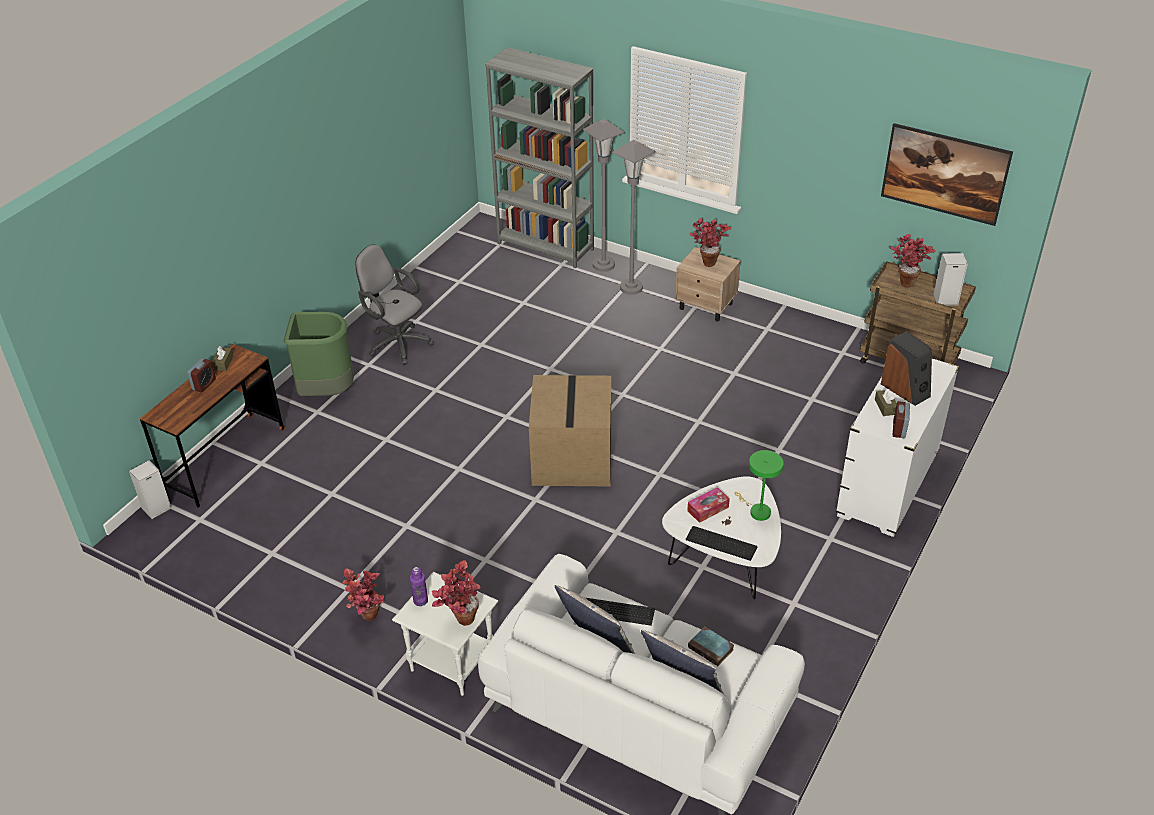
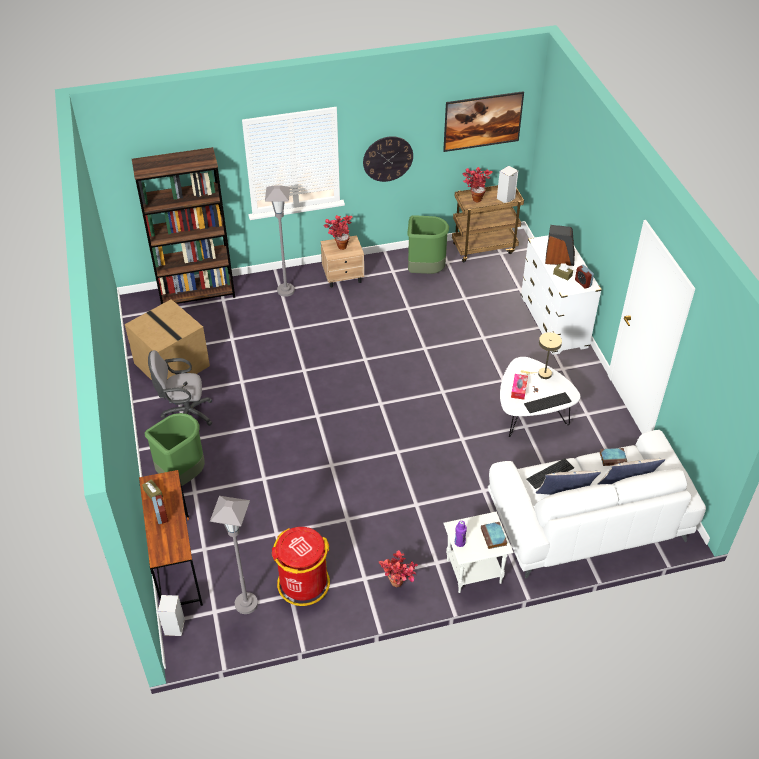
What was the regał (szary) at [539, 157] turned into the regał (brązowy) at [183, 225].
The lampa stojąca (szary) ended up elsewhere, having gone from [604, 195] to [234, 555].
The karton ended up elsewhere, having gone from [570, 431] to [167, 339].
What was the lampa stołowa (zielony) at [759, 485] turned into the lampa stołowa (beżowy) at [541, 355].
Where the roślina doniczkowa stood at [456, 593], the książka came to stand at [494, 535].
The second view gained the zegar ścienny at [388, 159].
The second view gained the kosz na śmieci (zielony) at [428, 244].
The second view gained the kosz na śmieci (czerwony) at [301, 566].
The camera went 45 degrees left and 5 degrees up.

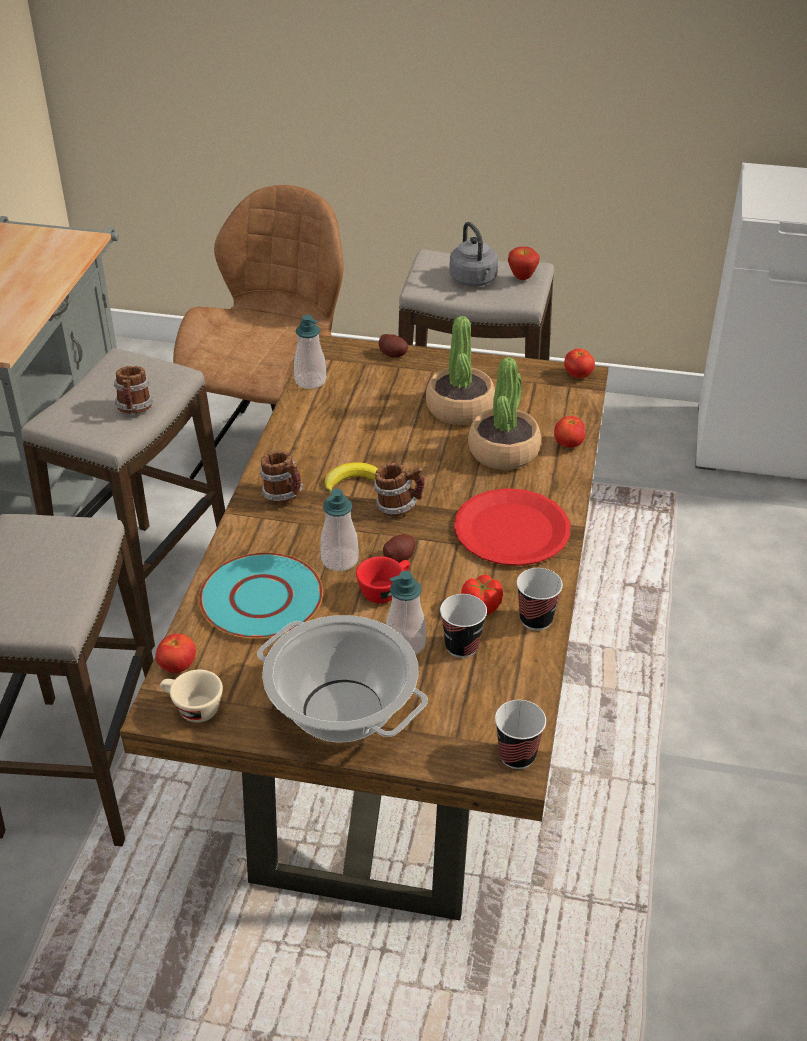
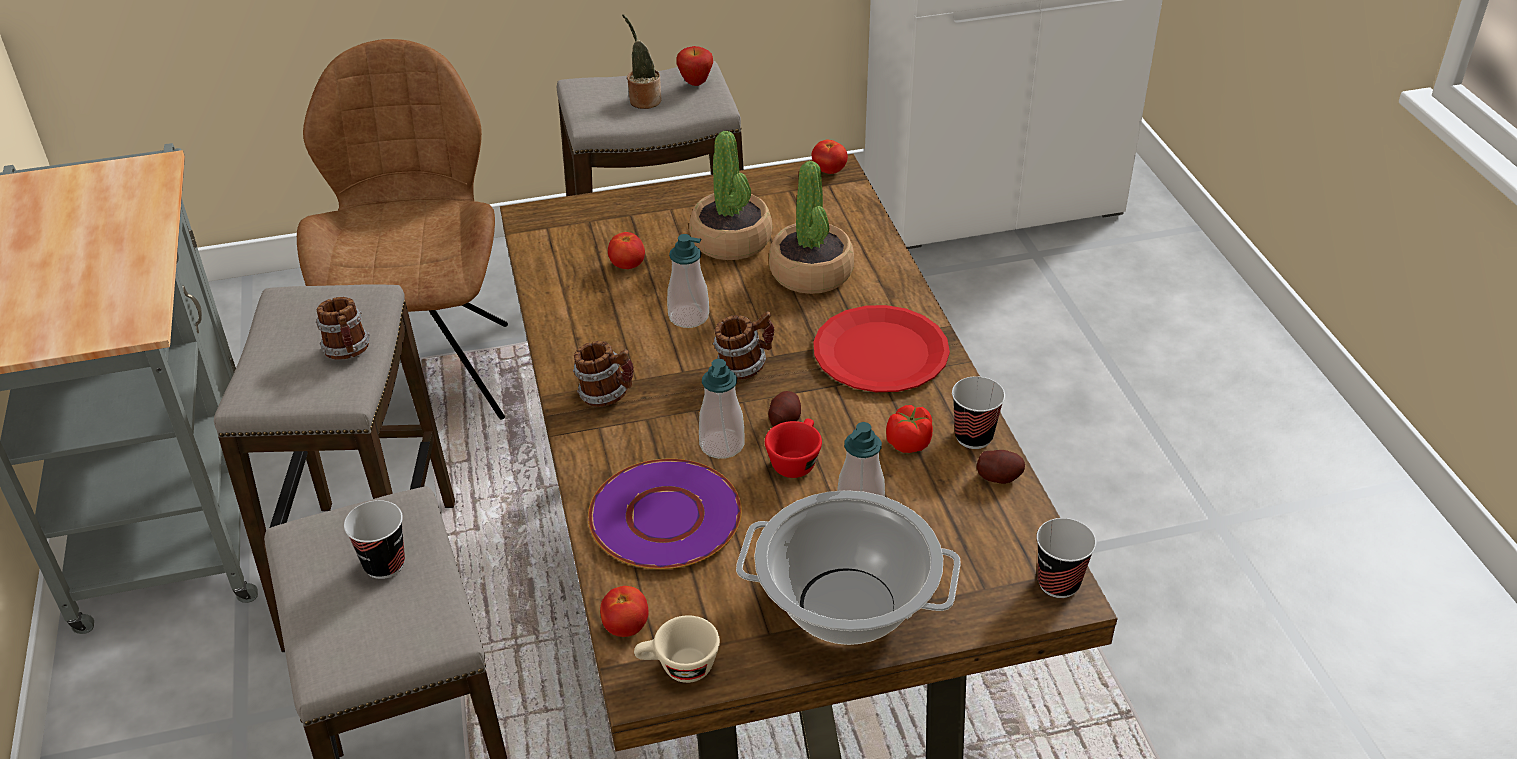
Where the czajnik (szary) stood at [473, 254], the roślina doniczkowa came to stand at [642, 61].
The dozownik mydła ended up elsewhere, having gone from [310, 352] to [688, 281].
The ziemniak ended up elsewhere, having gone from [393, 346] to [1001, 467].
The pomidor ended up elsewhere, having gone from [569, 432] to [626, 250].
The second view lost the banan at [351, 477].
What was the talerz (turkusowy) at [261, 595] turned into the talerz (fioletowy) at [665, 514].
The filiżanka ended up elsewhere, having gone from [463, 626] to [374, 539].
The camera went 25 degrees left and 0 degrees up.

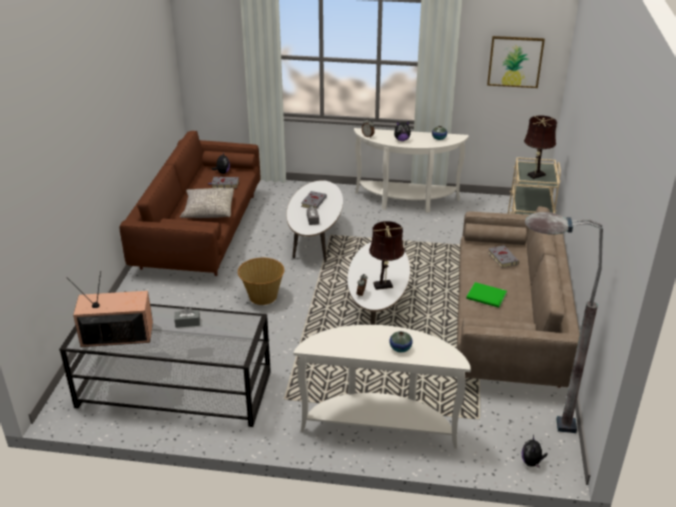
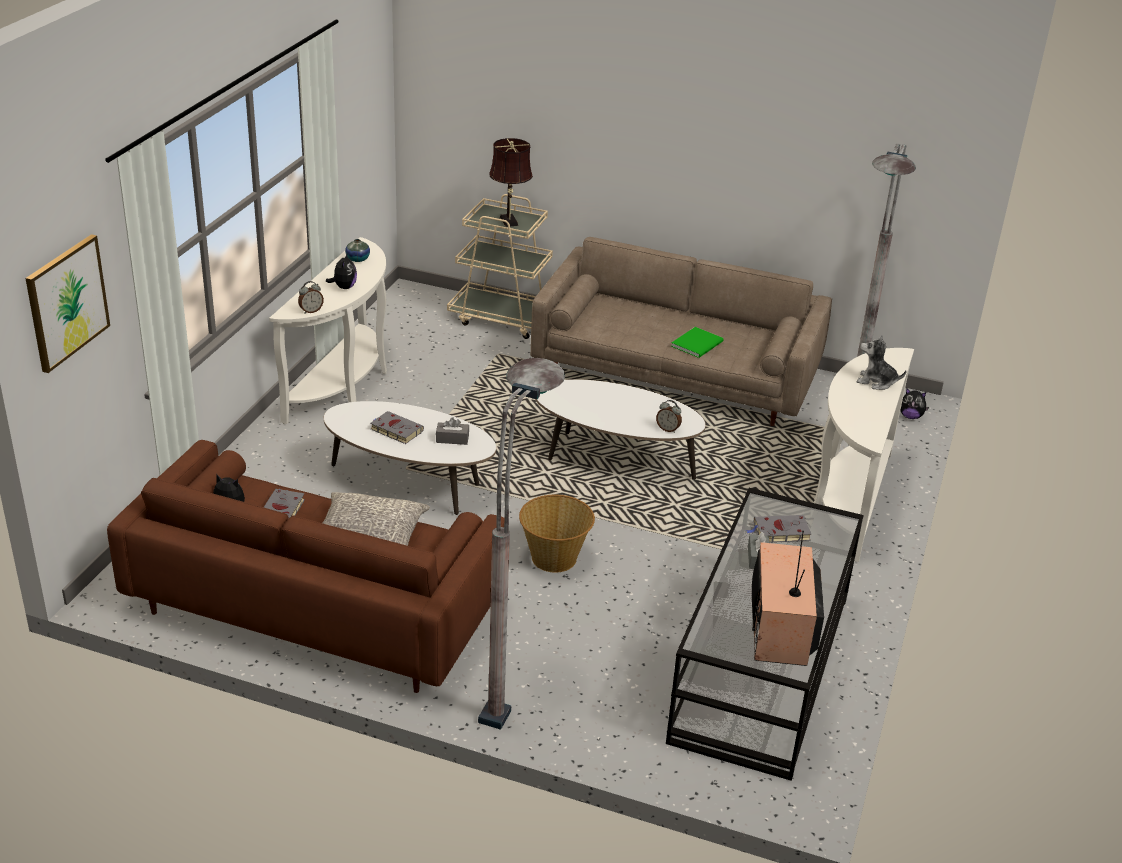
The obraz ended up elsewhere, having gone from [516, 62] to [67, 303].
The second view lost the lampa stołowa (brązowy) at [386, 255].
The książka (szary) ended up elsewhere, having gone from [503, 257] to [778, 529].
Where the wazon stood at [401, 341], the pluszak came to stand at [882, 362].
The second view gained the lampa stojąca (szary) at [521, 544].
The camera went 80 degrees left and 0 degrees up.

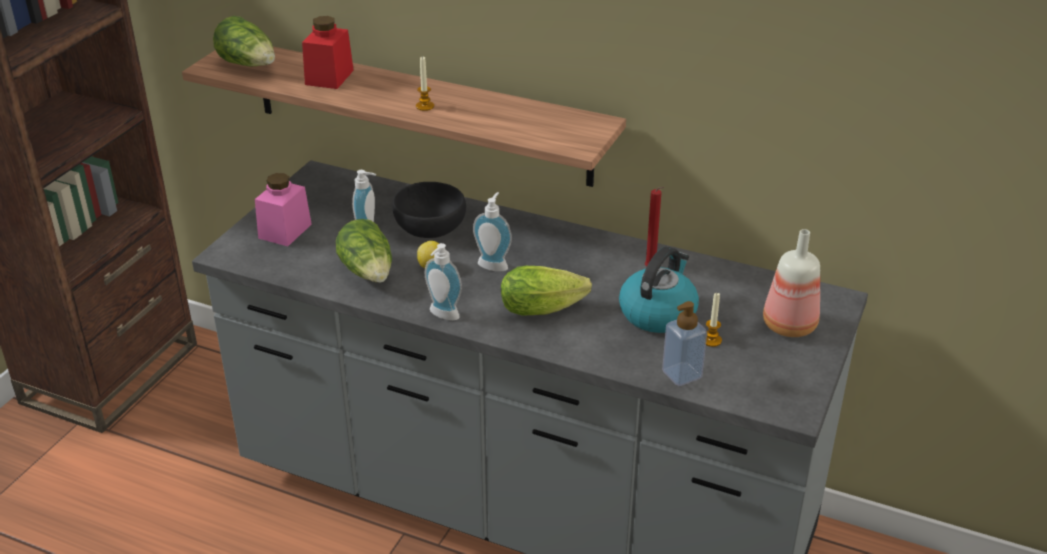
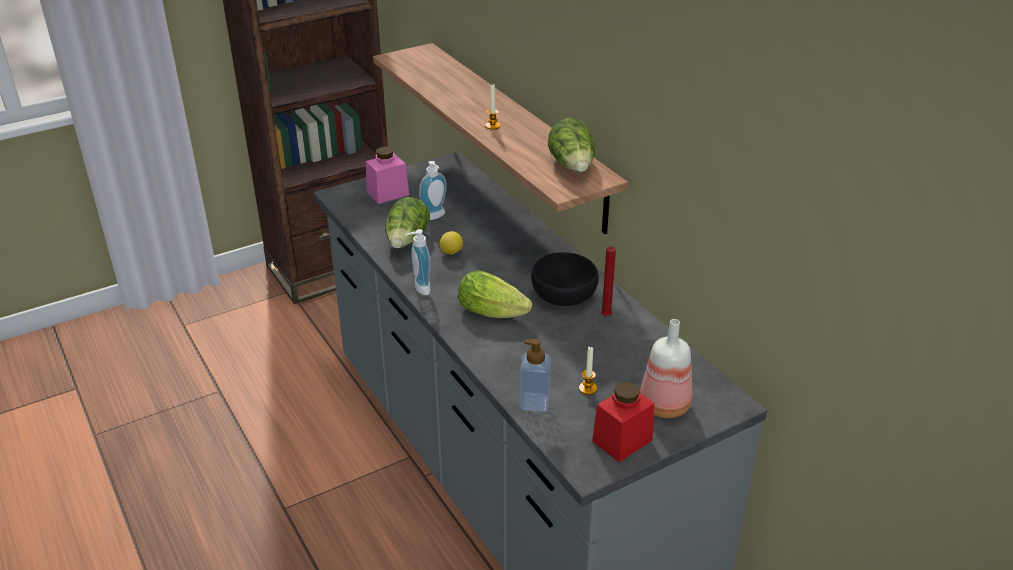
The sałata ended up elsewhere, having gone from [244, 41] to [571, 145].
The słoik (czerwony) ended up elsewhere, having gone from [328, 52] to [623, 422].
The miska (czarny) ended up elsewhere, having gone from [429, 210] to [565, 279].
The second view lost the dozownik mydła at [492, 231].
The second view lost the czajnik at [659, 289].
The camera went 35 degrees right and 0 degrees up.

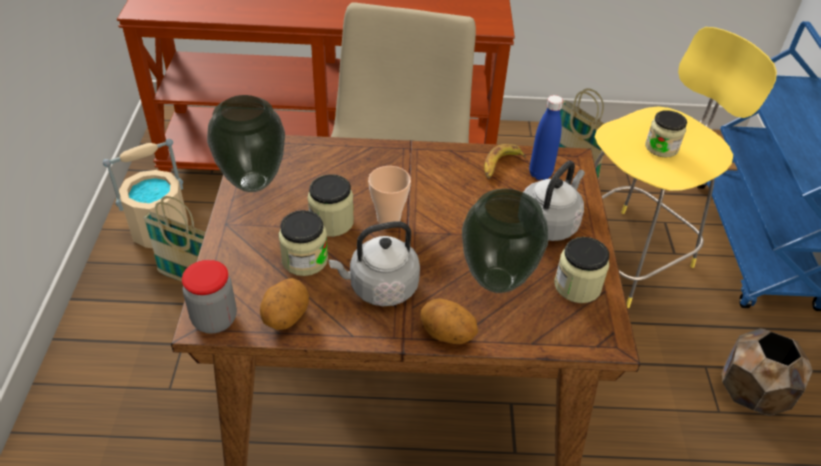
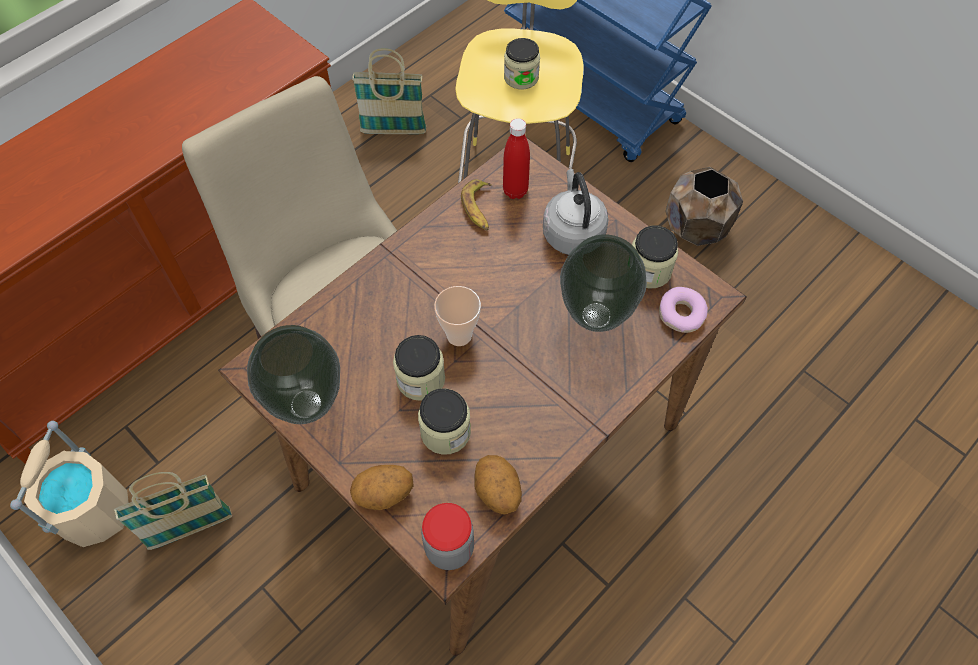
What was the butelka (niebieski) at [546, 137] turned into the butelka (czerwony) at [516, 158].
The second view lost the czajnik (szary) at [374, 263].
The ziemniak ended up elsewhere, having gone from [449, 321] to [382, 487].
The second view gained the donut at [683, 310].
The camera went 45 degrees left and 15 degrees up.

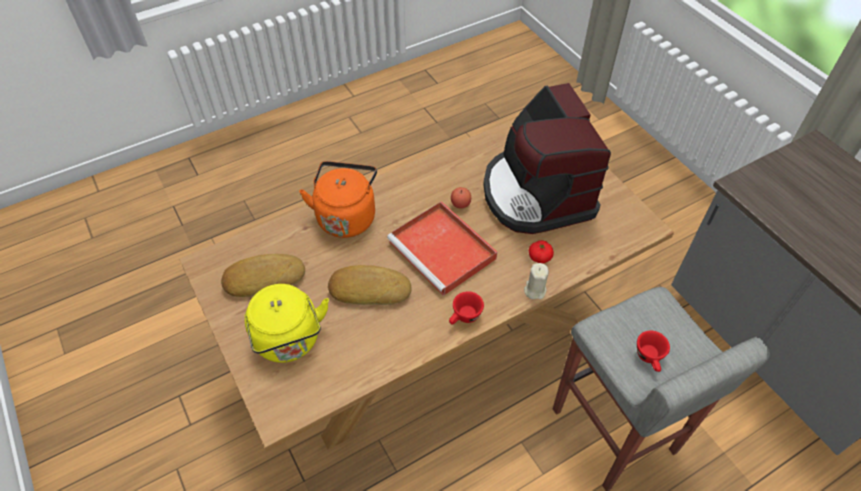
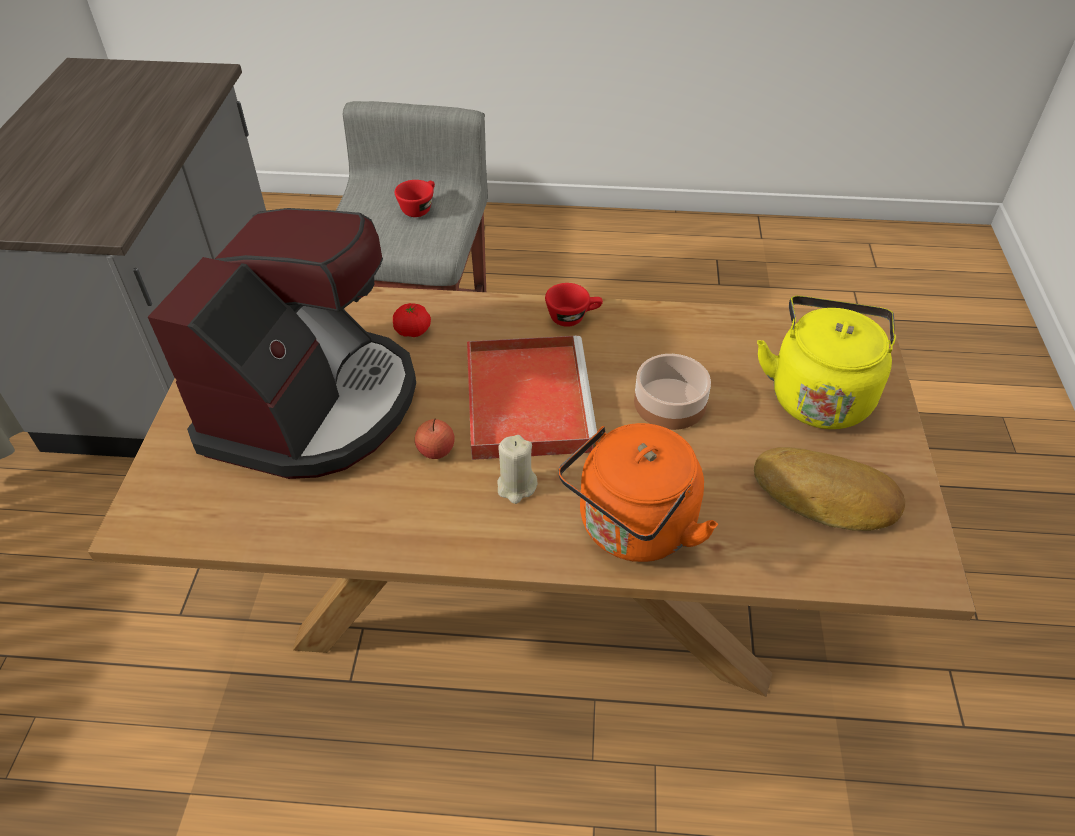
The świeca (beżowy) ended up elsewhere, having gone from [536, 281] to [517, 469].
Where the chleb stood at [370, 285], the miska came to stand at [672, 392].
The camera went 145 degrees left and 5 degrees down.

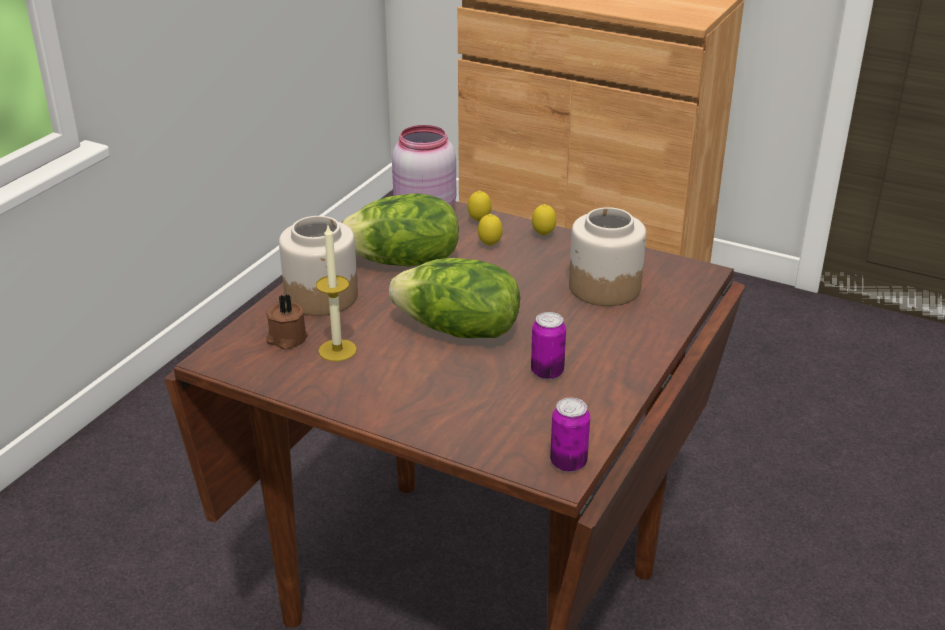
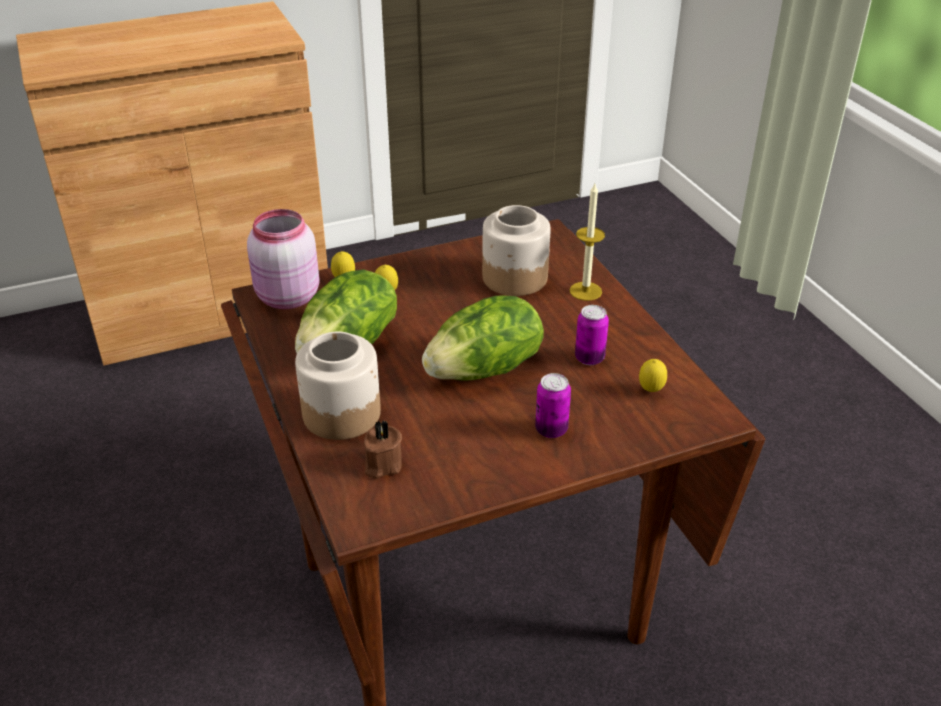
The cytryna ended up elsewhere, having gone from [544, 220] to [653, 375].
The świeca ended up elsewhere, having gone from [336, 293] to [587, 242].
The puszka ended up elsewhere, having gone from [570, 435] to [553, 405].
The camera went 50 degrees left and 5 degrees up.

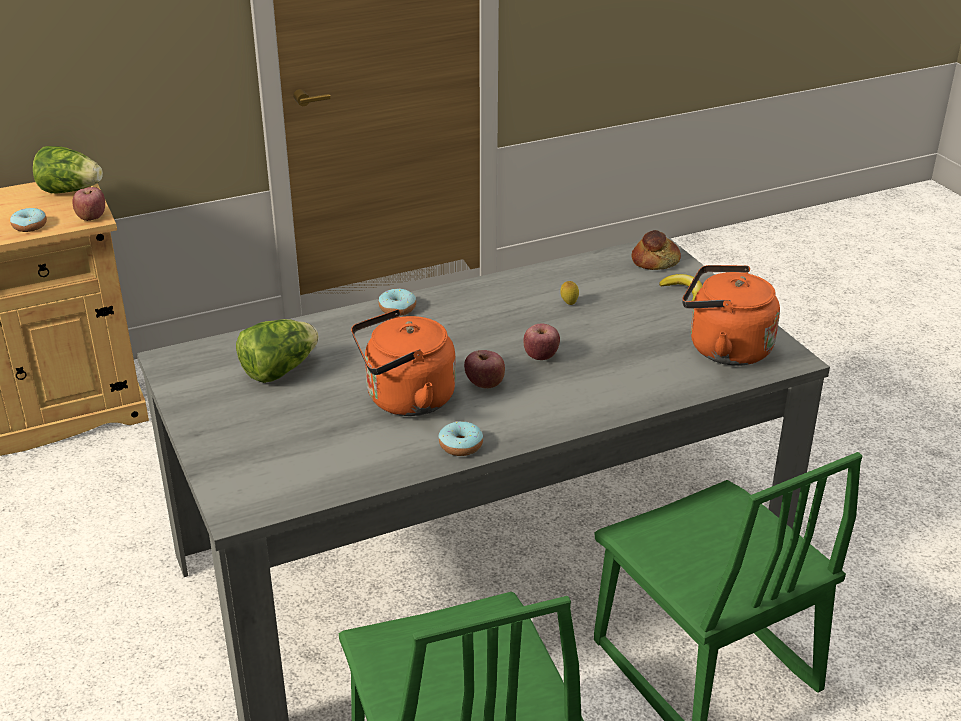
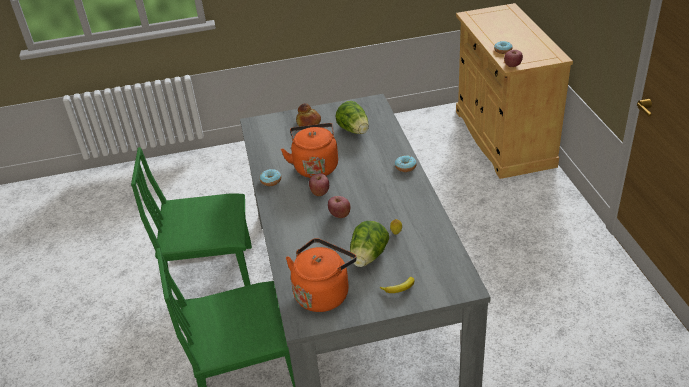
The sałata ended up elsewhere, having gone from [68, 169] to [369, 244].
The chleb ended up elsewhere, having gone from [656, 250] to [308, 114].
The camera went 105 degrees right and 5 degrees up.

